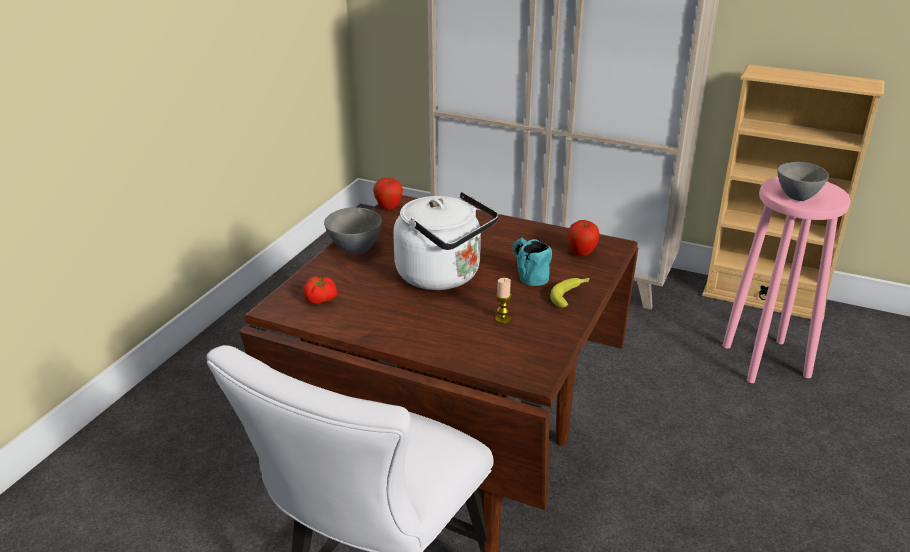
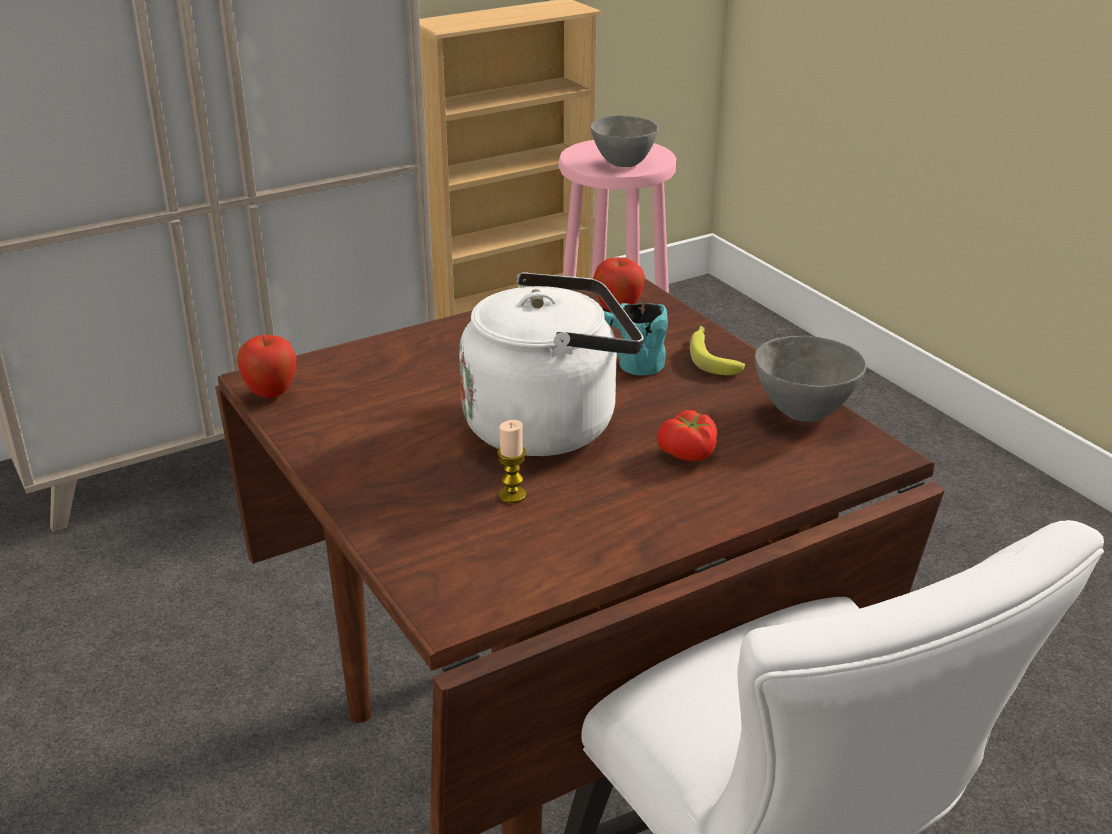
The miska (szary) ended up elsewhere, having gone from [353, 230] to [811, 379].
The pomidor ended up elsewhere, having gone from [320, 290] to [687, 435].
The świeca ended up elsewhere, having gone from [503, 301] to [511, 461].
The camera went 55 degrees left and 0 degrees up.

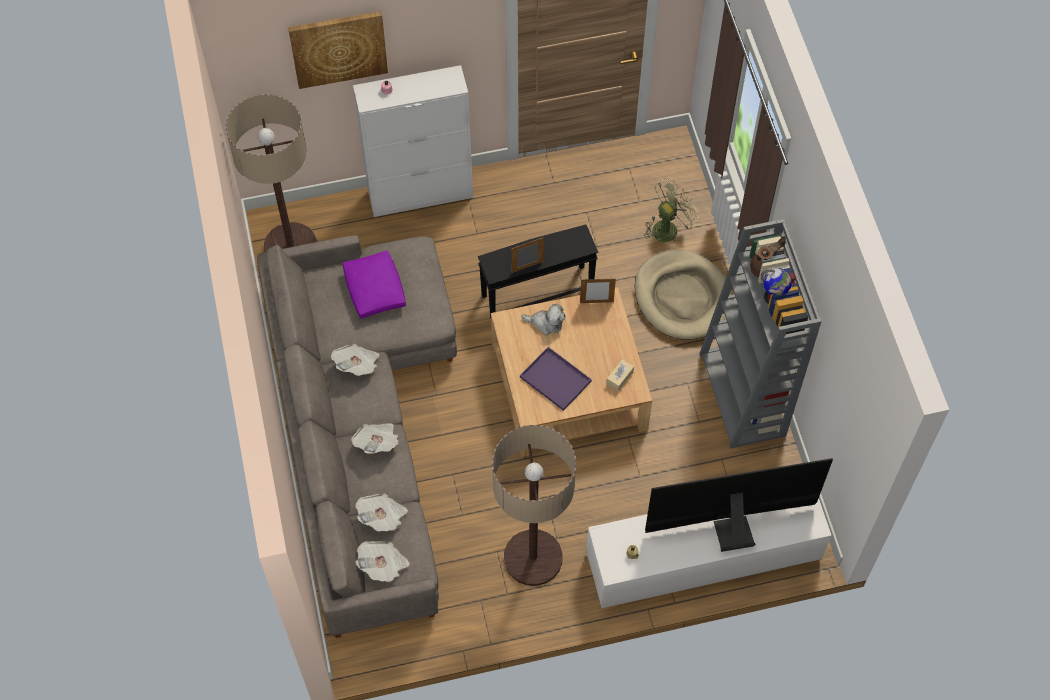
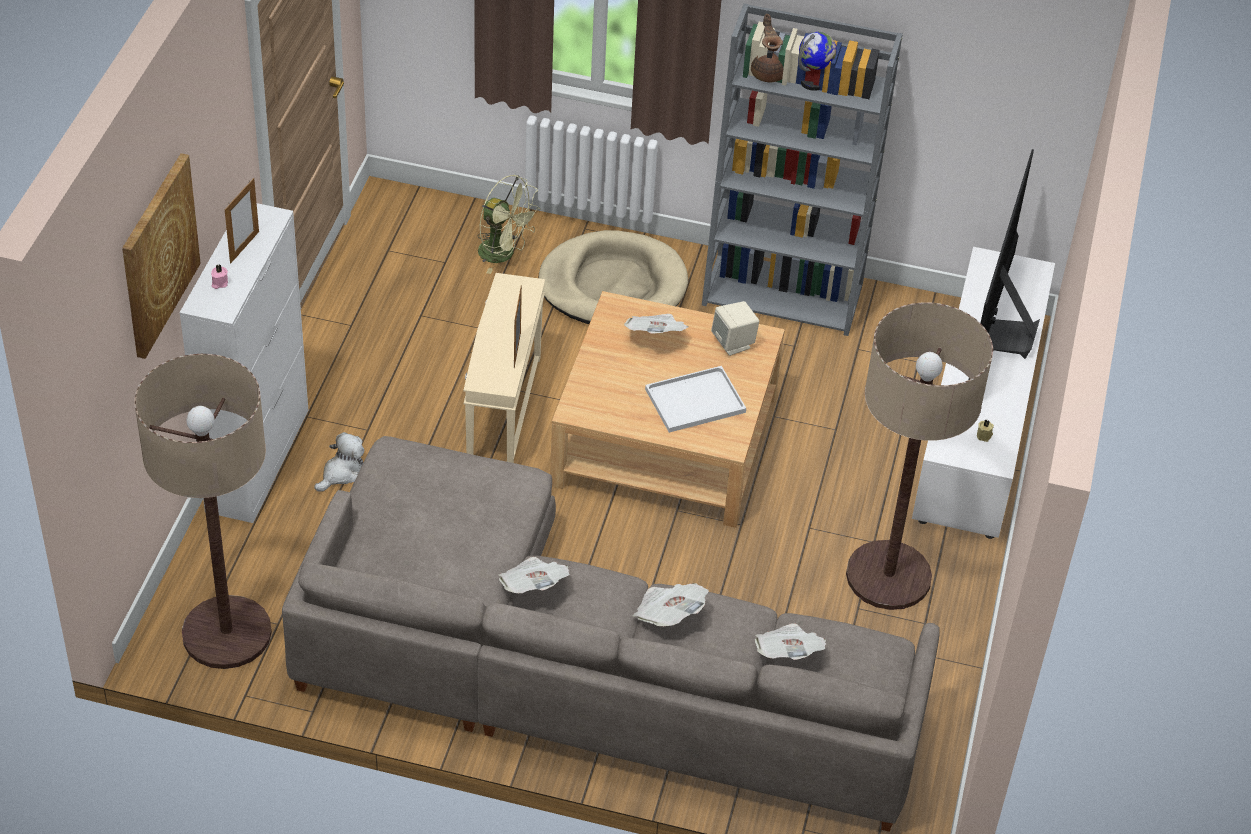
The wentylator (zielony) at [671, 210] ended up facing another way, 135 degrees clockwise from before.
What was the stolik (czarny) at [538, 271] turned into the stolik (beżowy) at [504, 368].
The second view lost the poduszka (fioletowy) at [374, 284].
The ramka na zdjęcie ended up elsewhere, having gone from [598, 290] to [242, 220].
The pluszak ended up elsewhere, having gone from [543, 320] to [339, 461].
What was the taca (fioletowy) at [556, 379] turned into the taca (biały) at [695, 399].
Where the pudełko chusteczek (beżowy) stood at [620, 375], the głośnik (beżowy) came to stand at [735, 328].
The gazeta ended up elsewhere, having gone from [382, 561] to [656, 324].
The camera went 65 degrees left and 15 degrees down.

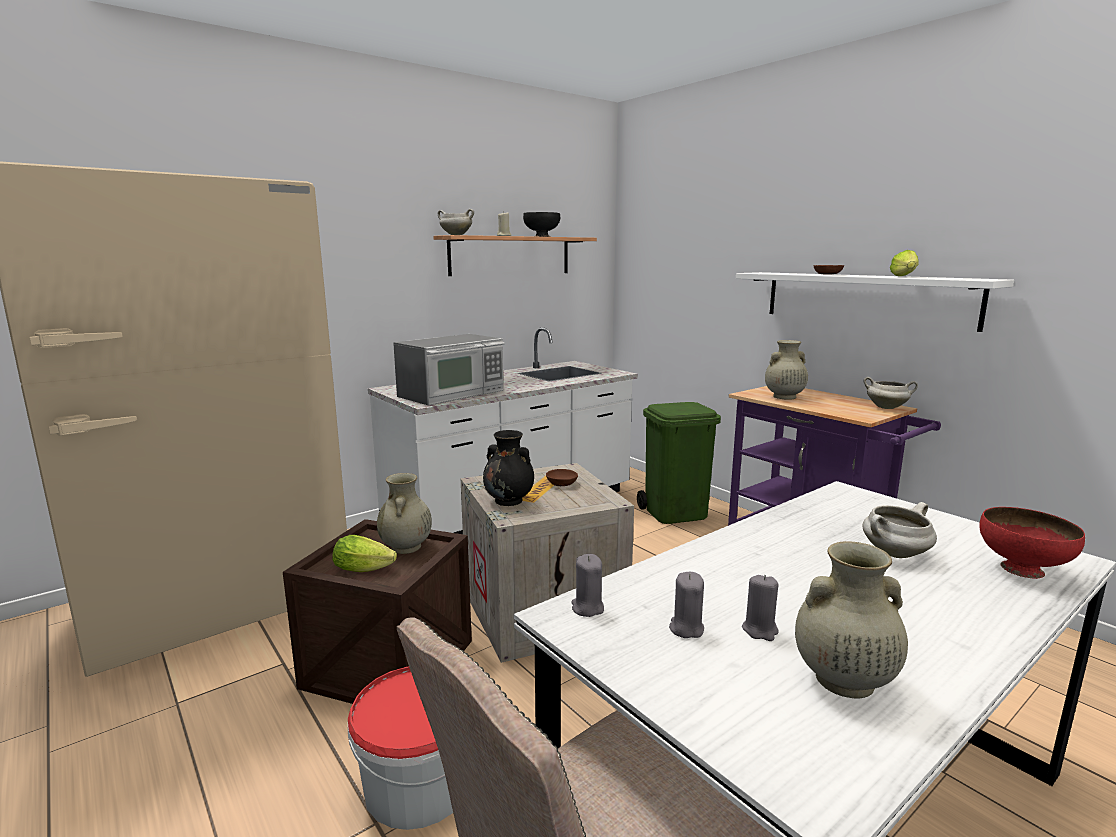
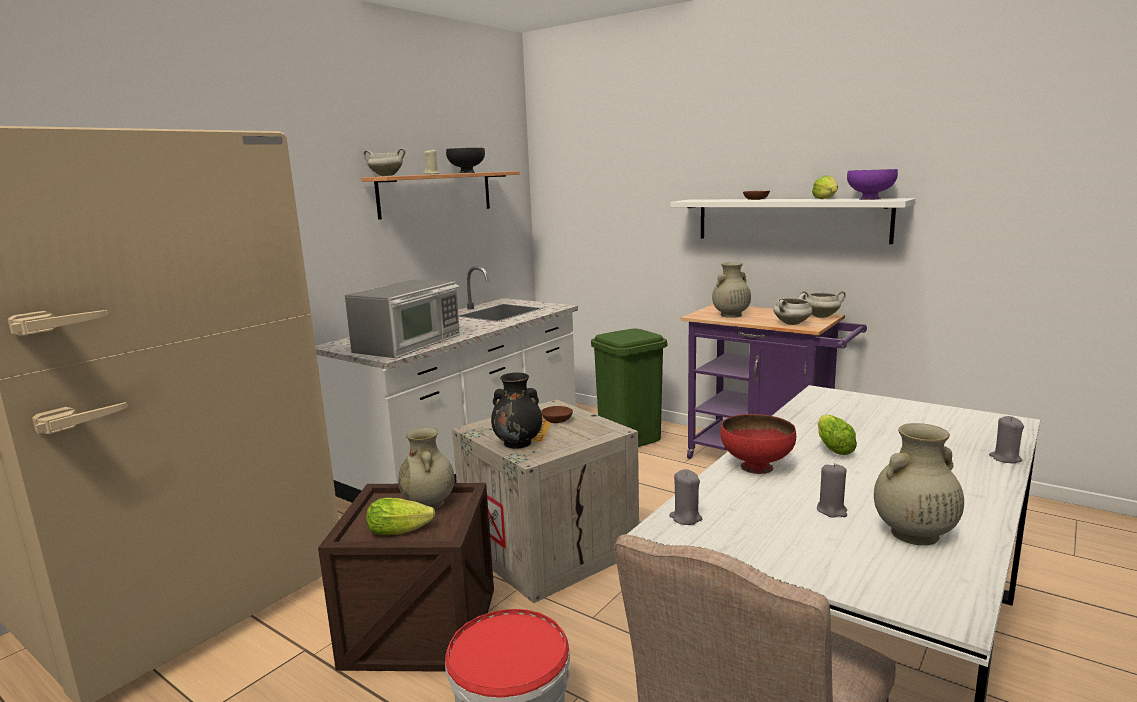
The garnek (biały) ended up elsewhere, having gone from [899, 530] to [793, 309].
The miska (czerwony) ended up elsewhere, having gone from [1032, 543] to [758, 444].
The świeca (szary) ended up elsewhere, having gone from [686, 605] to [1006, 440].
The second view gained the miska (fioletowy) at [872, 184].
The second view gained the sałata at [837, 434].
The camera went 15 degrees left and 0 degrees up.

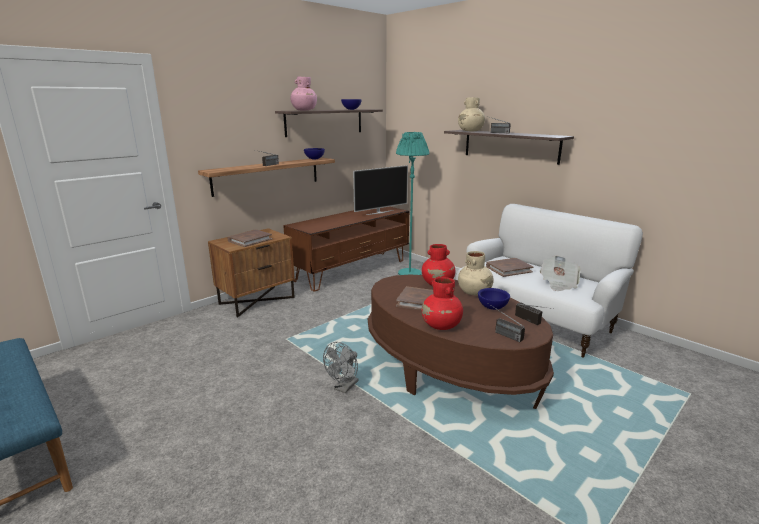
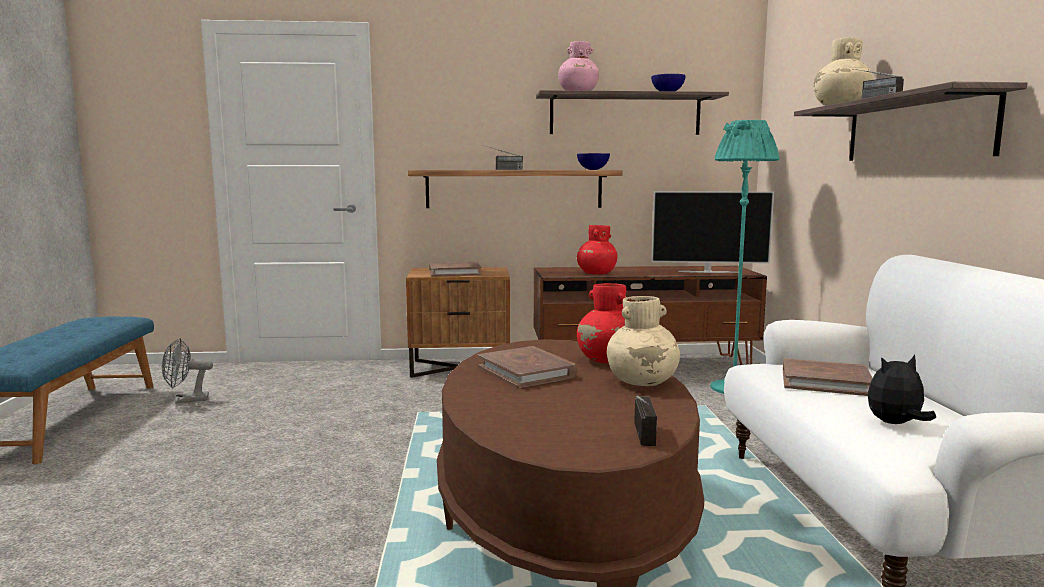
Where the gazeta stood at [560, 273], the pluszak came to stand at [902, 389].
The wazon (czerwony) ended up elsewhere, having gone from [442, 303] to [597, 250].
The second view lost the miska (niebieski) at [494, 299].
The second view lost the radio at [507, 323].
The wentylator (szary) ended up elsewhere, having gone from [341, 367] to [187, 371].
The camera went 40 degrees right and 10 degrees down.

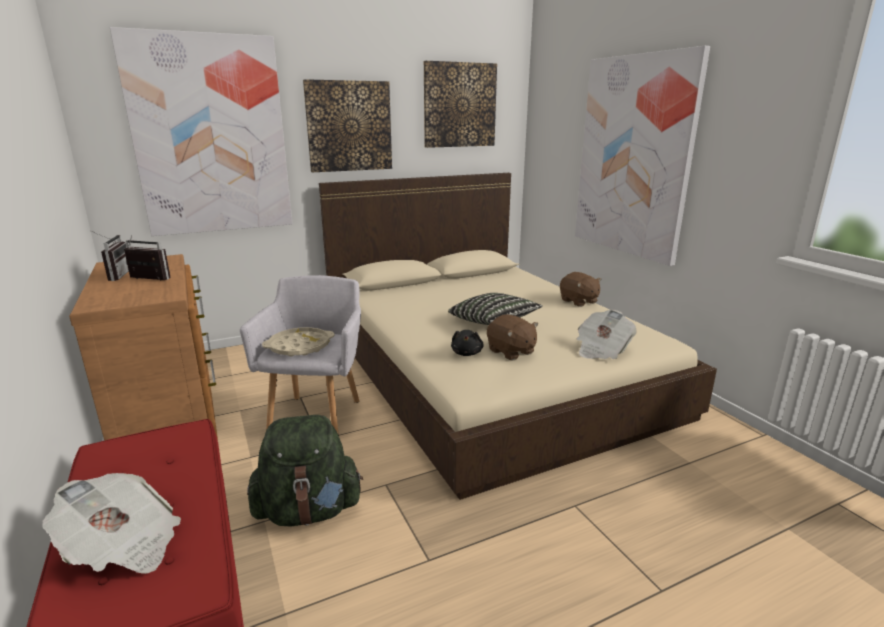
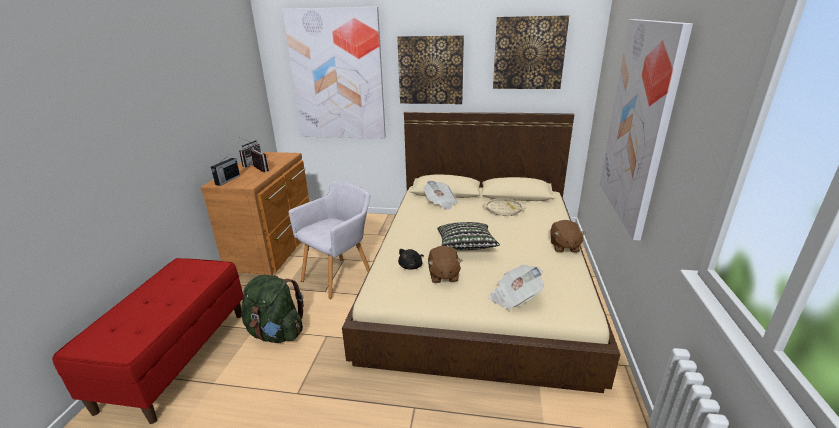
The taca (beżowy) ended up elsewhere, having gone from [298, 341] to [504, 207].
The gazeta ended up elsewhere, having gone from [111, 523] to [440, 195].
The second view gained the radio at [225, 170].
The camera went 35 degrees right and 5 degrees up.

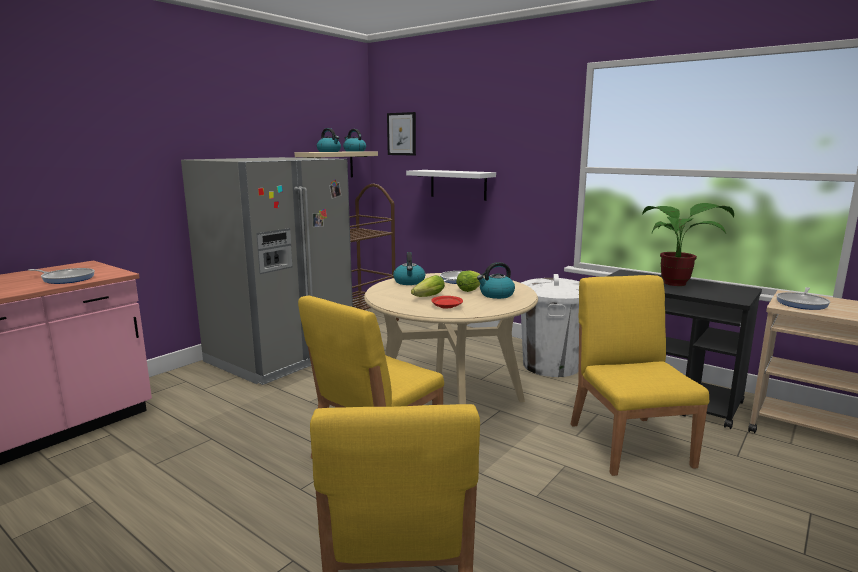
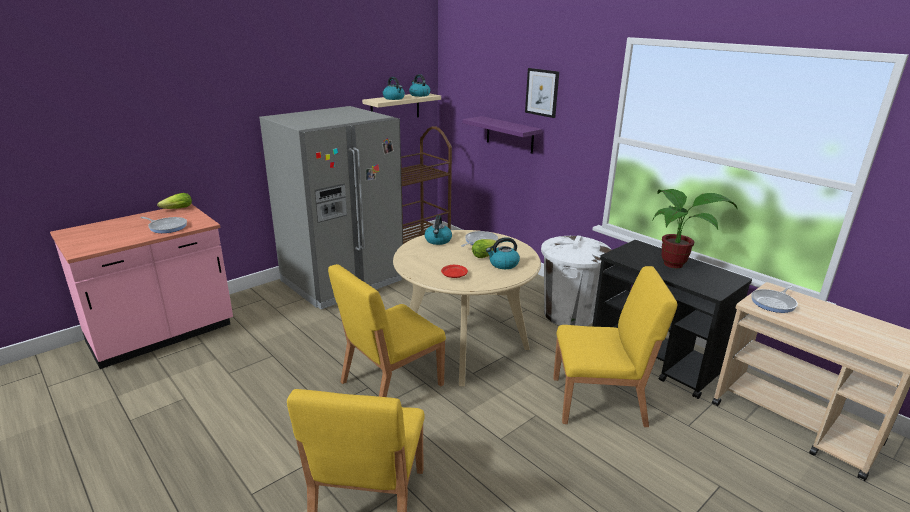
The obraz ended up elsewhere, having gone from [401, 134] to [542, 93].
What was the półka (biały) at [451, 185] turned into the półka (fioletowy) at [502, 135].
The sałata ended up elsewhere, having gone from [428, 286] to [174, 201].
The krzesło (żółty) at [640, 375] ended up facing another way, 90 degrees clockwise from before.
The camera went 10 degrees right and 10 degrees up.

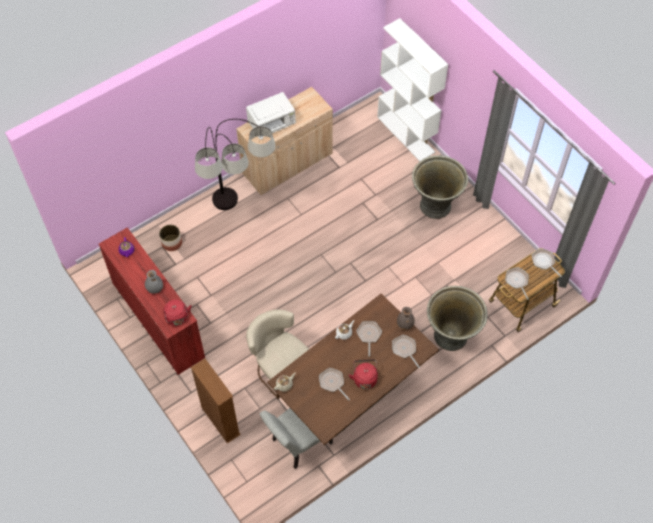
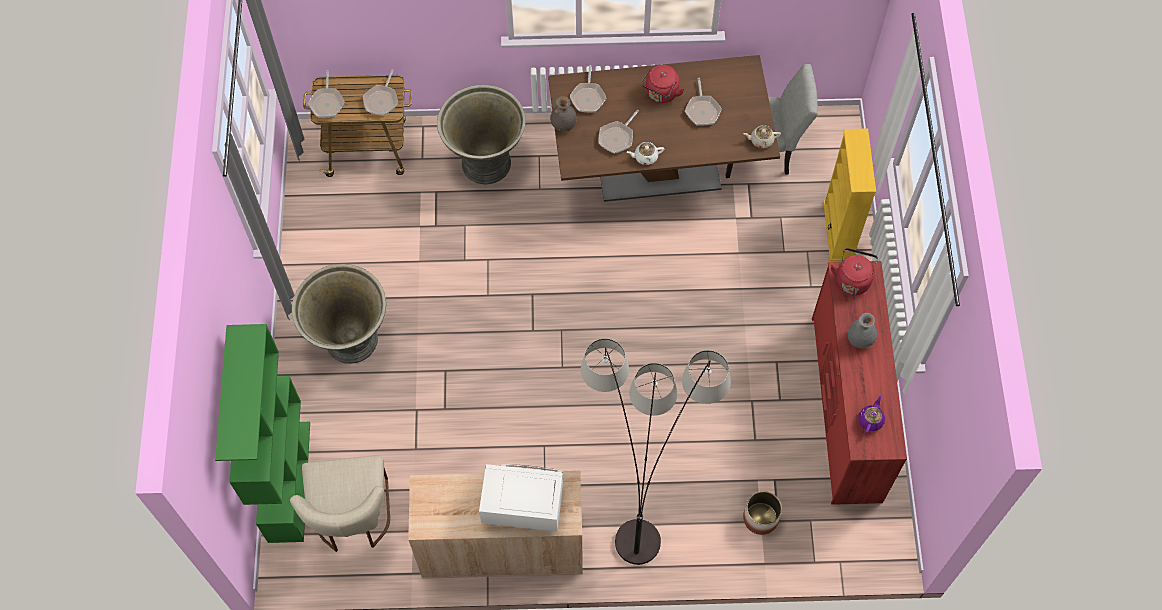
What was the regał (biały) at [412, 89] turned into the regał (zielony) at [262, 433].
The krzesło (beżowy) ended up elsewhere, having gone from [277, 354] to [340, 503].
What was the regał (brązowy) at [216, 401] turned into the regał (żółty) at [849, 194].
The camera went 145 degrees left and 5 degrees up.

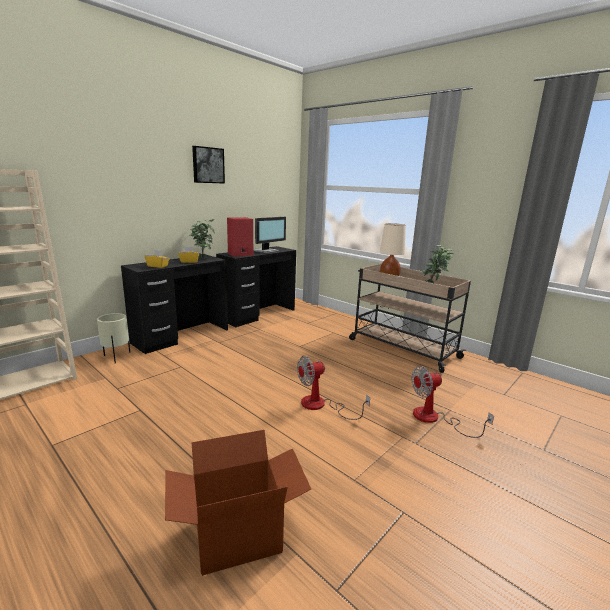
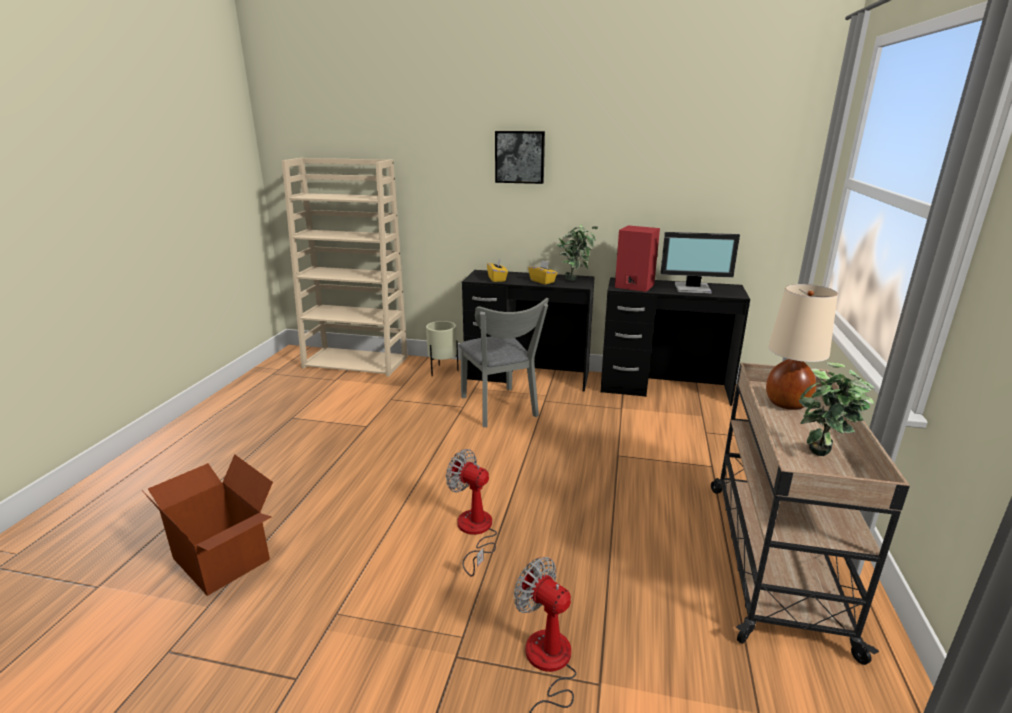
The obraz ended up elsewhere, having gone from [208, 165] to [520, 157].
The second view gained the krzesło (szary) at [504, 362].
The camera went 60 degrees right and 5 degrees up.

